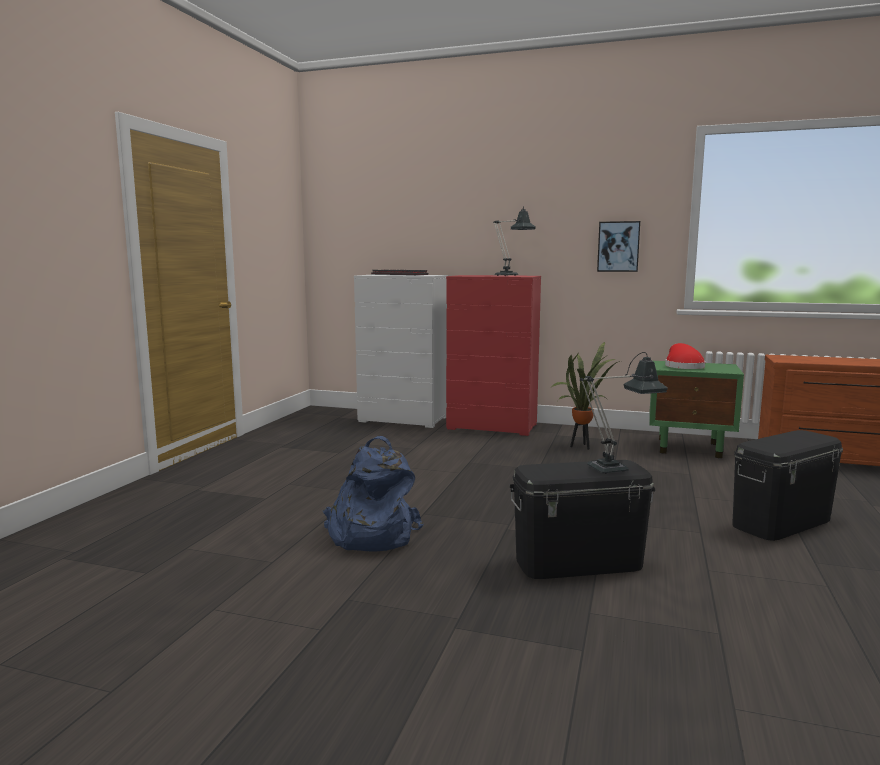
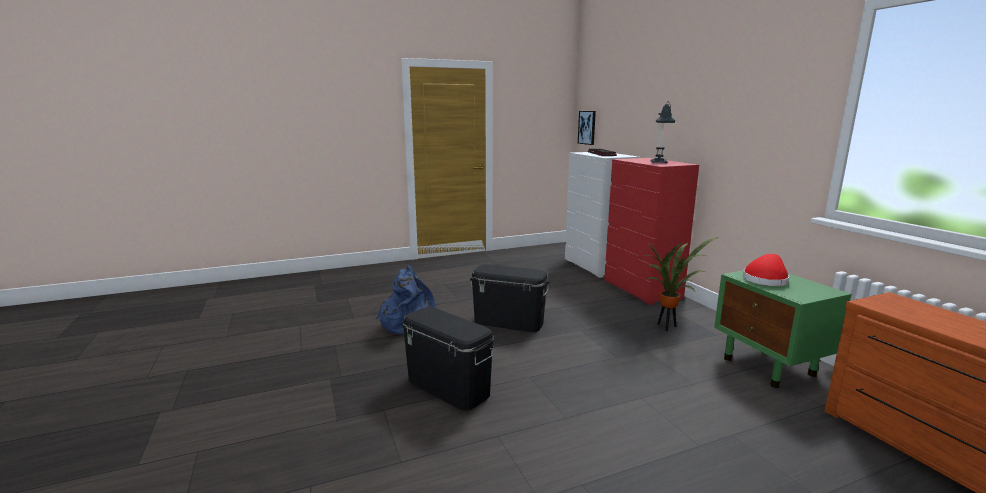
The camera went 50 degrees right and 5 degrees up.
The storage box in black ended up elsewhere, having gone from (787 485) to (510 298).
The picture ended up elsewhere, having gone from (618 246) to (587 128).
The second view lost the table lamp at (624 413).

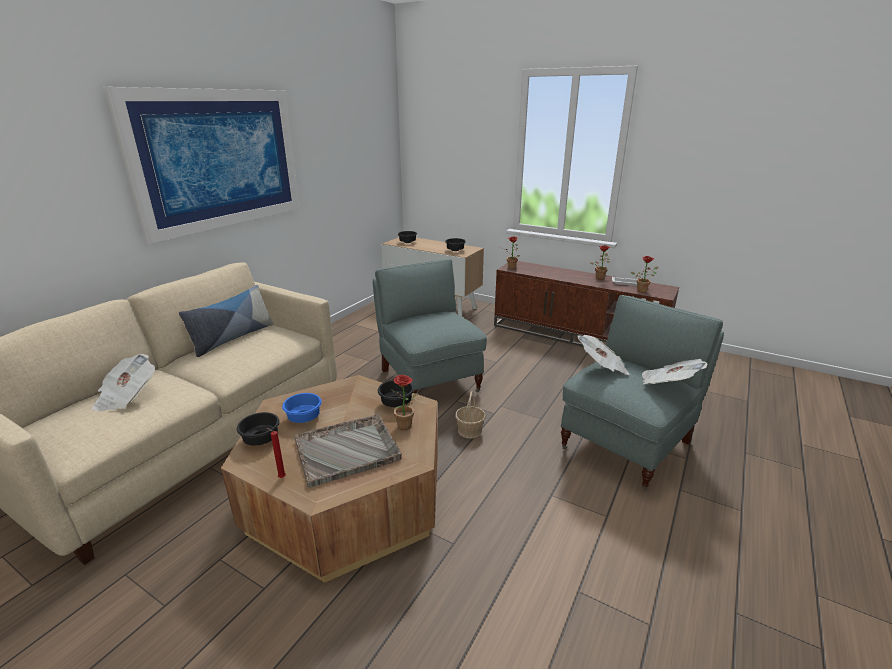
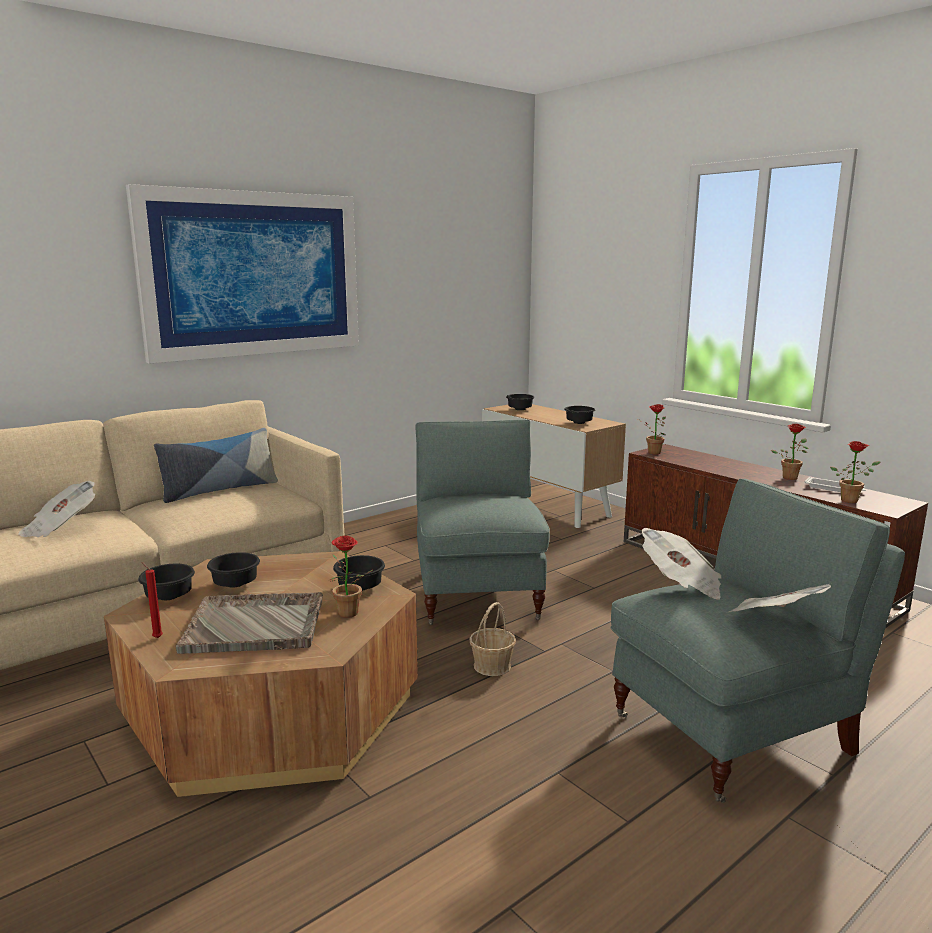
The camera went 20 degrees right and 10 degrees down.
What was the bowl in blue at (302 408) turned into the bowl in black at (233 570).

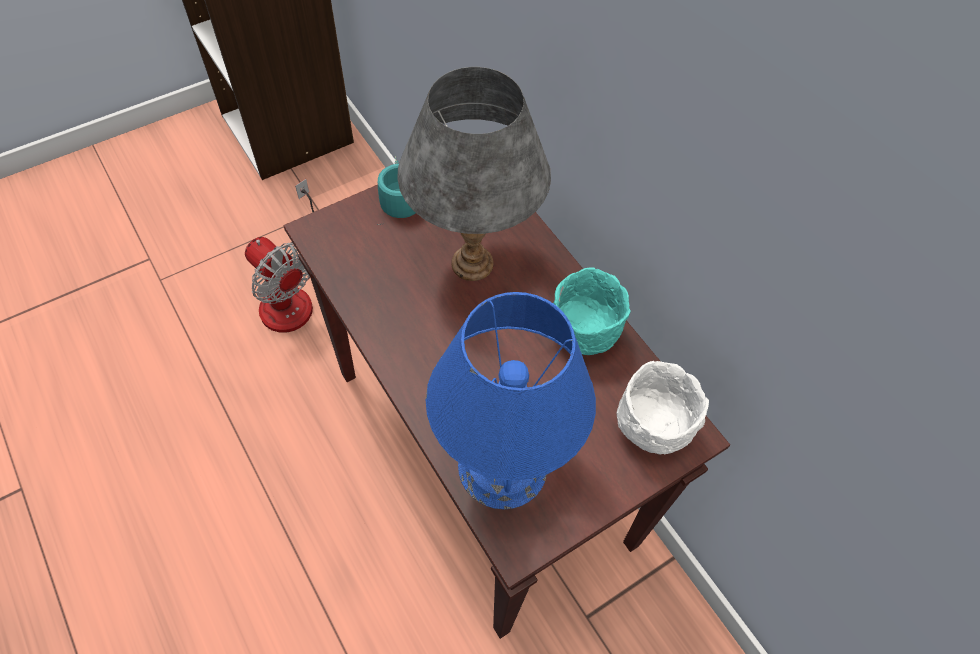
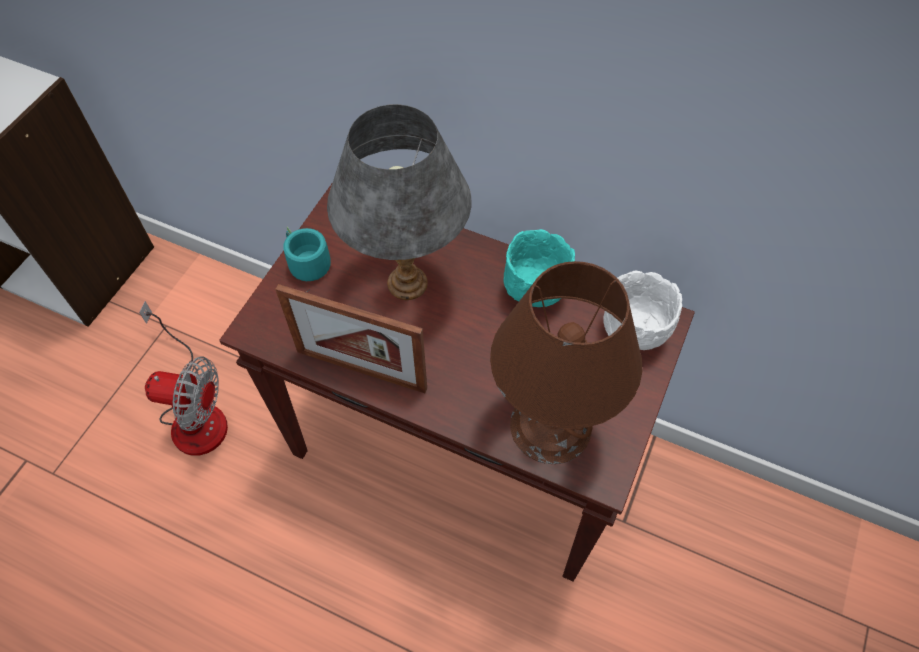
The camera went 30 degrees left and 0 degrees up.
The second view gained the picture frame at (351 338).
What was the table lamp in blue at (511 401) turned into the table lamp in brown at (566 362).

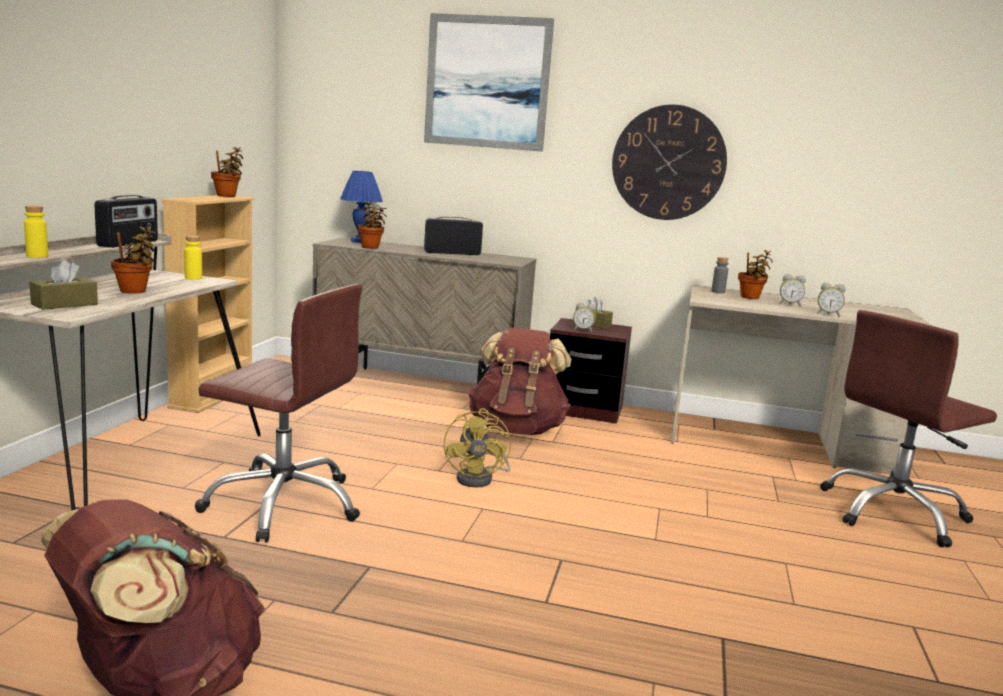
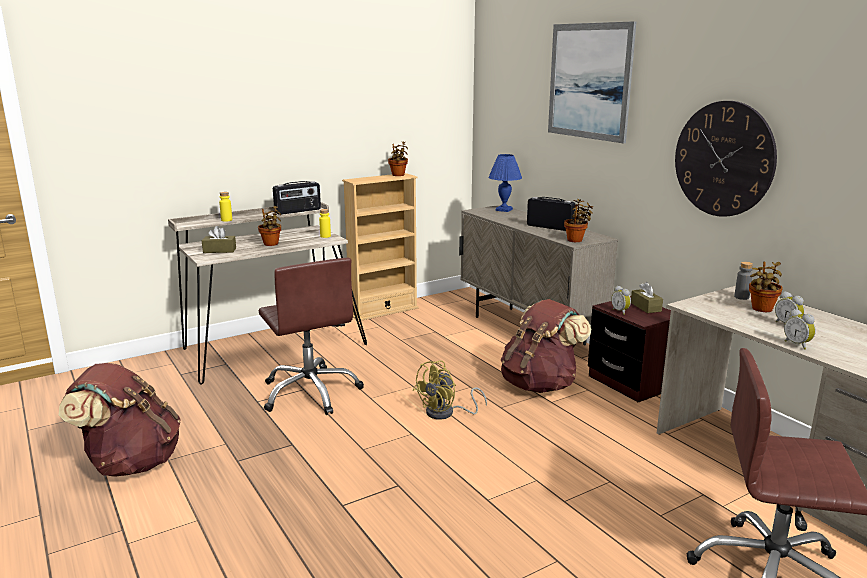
The camera went 45 degrees right and 5 degrees up.
The potted plant ended up elsewhere, having gone from (372 225) to (578 220).

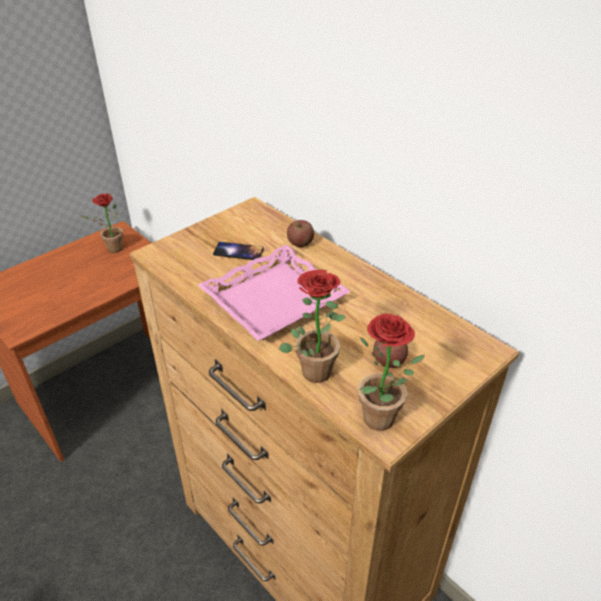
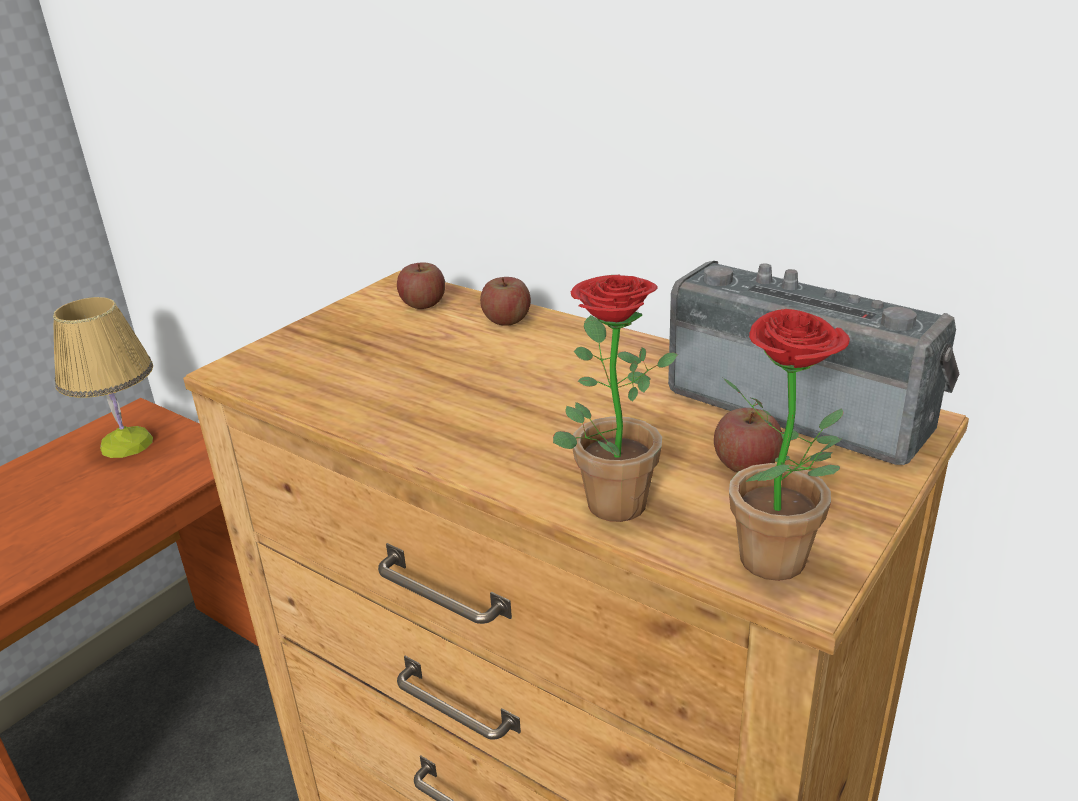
The camera went 10 degrees left and 10 degrees down.
Where the potted plant stood at (102 223), the table lamp came to stand at (103 377).
The second view gained the apple at (421 286).
The second view gained the radio at (813 363).
The second view lost the tray in pink at (274 293).
The second view lost the phone at (238 251).

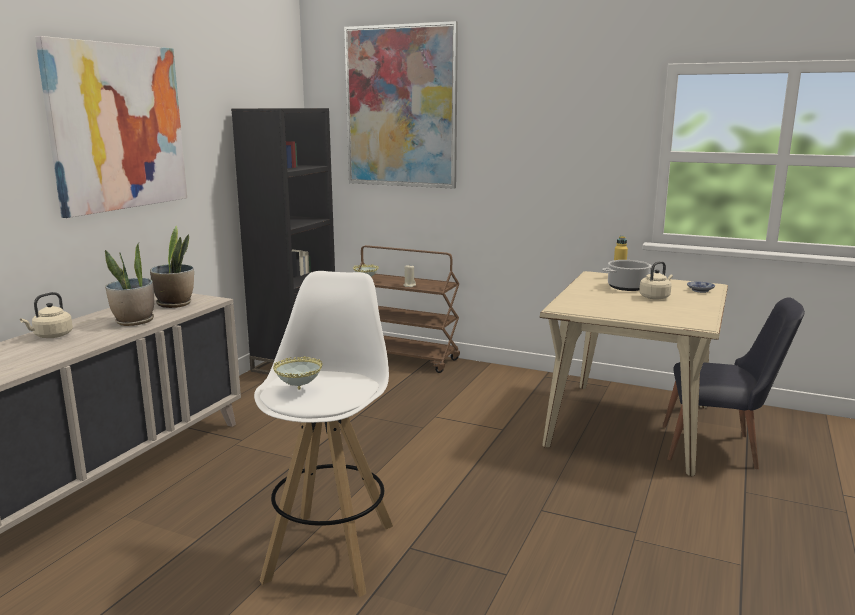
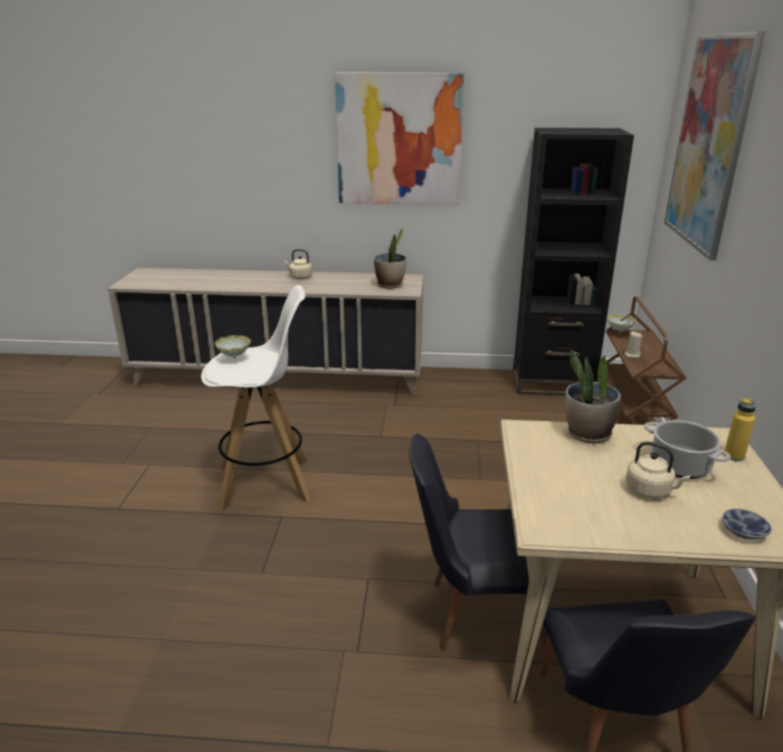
The camera went 70 degrees right and 10 degrees up.
The second view gained the chair in black at (478 542).
The potted plant ended up elsewhere, having gone from (129 284) to (593 396).

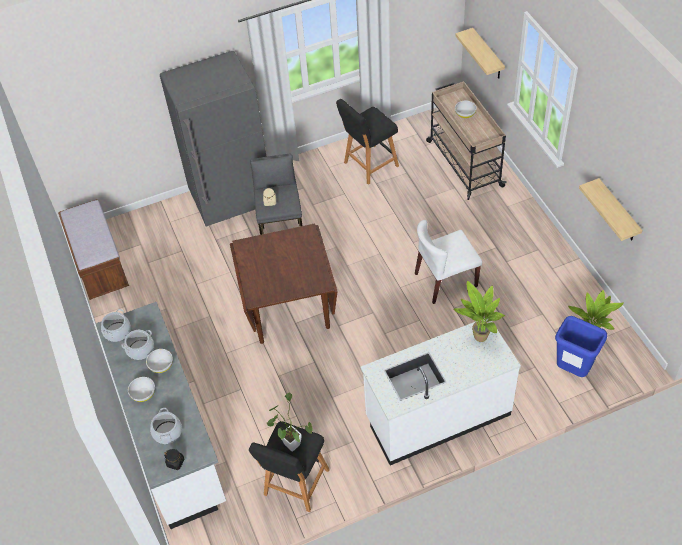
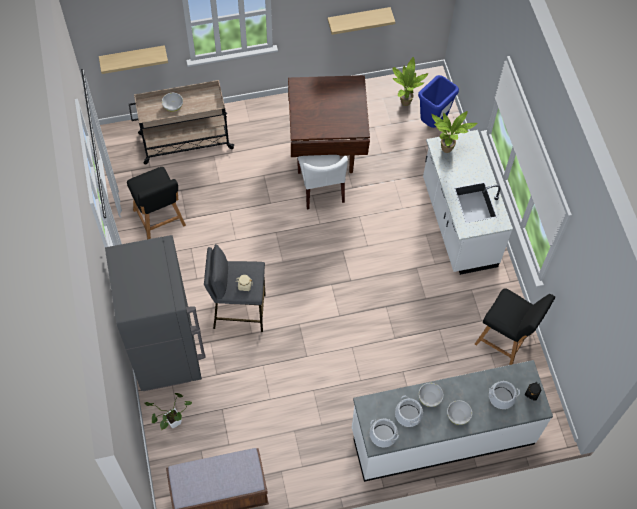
The camera went 85 degrees left and 10 degrees up.
The potted plant ended up elsewhere, having gone from (289 422) to (168 411).
The dining table in brown ended up elsewhere, having gone from (284 283) to (329 124).

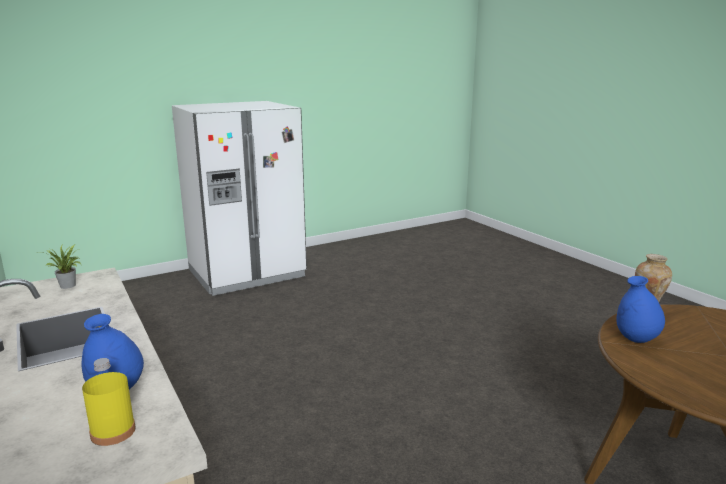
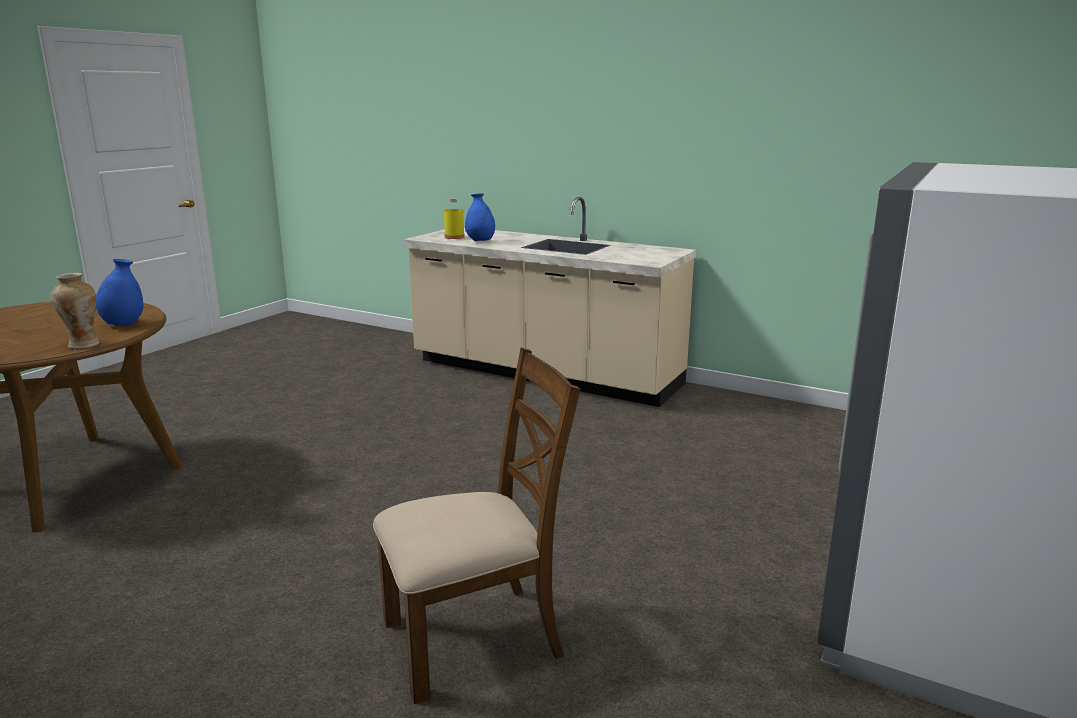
The camera went 150 degrees right and 0 degrees up.
The second view gained the chair in brown at (477 526).
The second view lost the potted plant at (59 267).

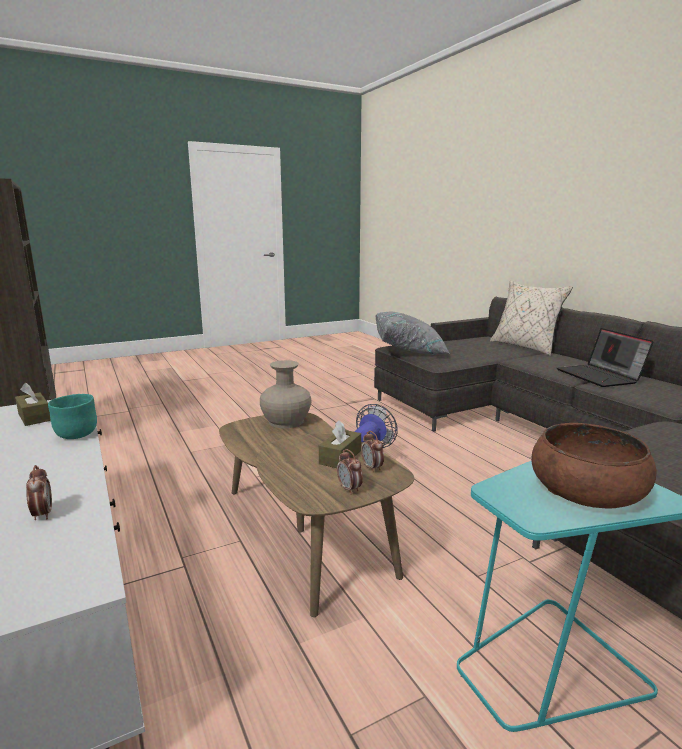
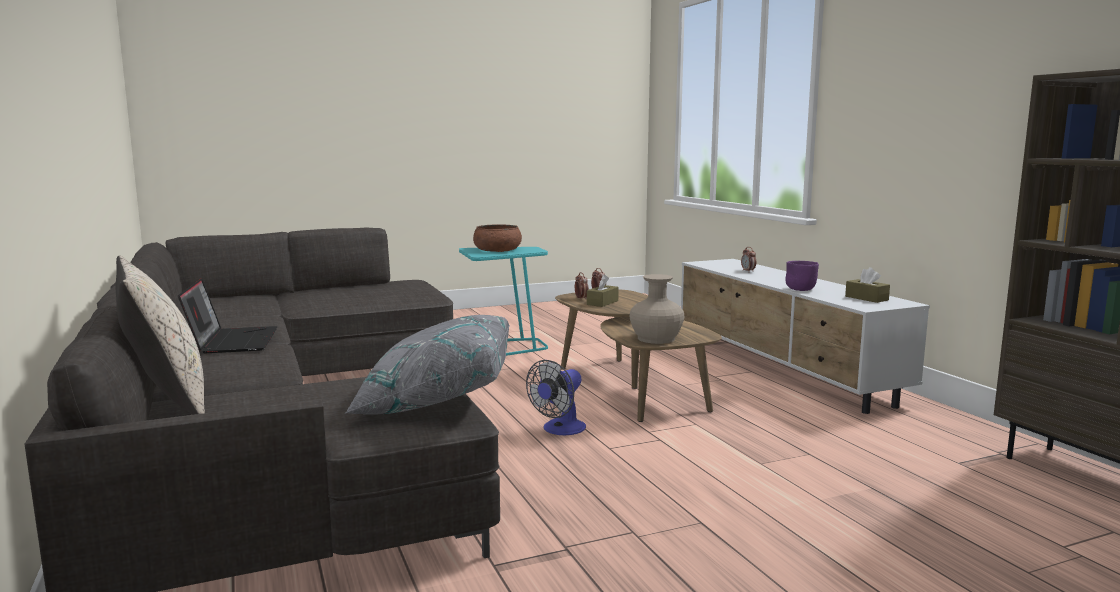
The camera went 175 degrees left and 5 degrees down.
What was the bowl in turquoise at (72 416) turned into the bowl in purple at (802 276).

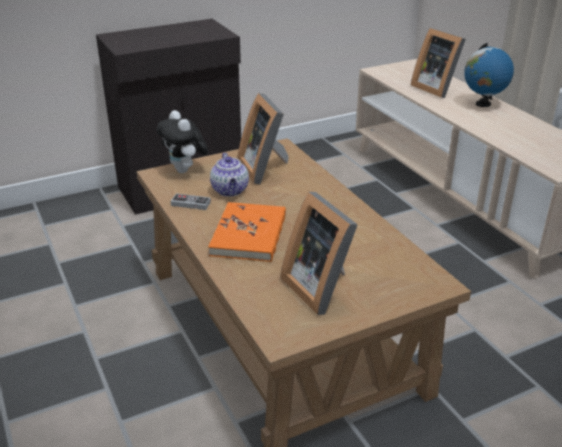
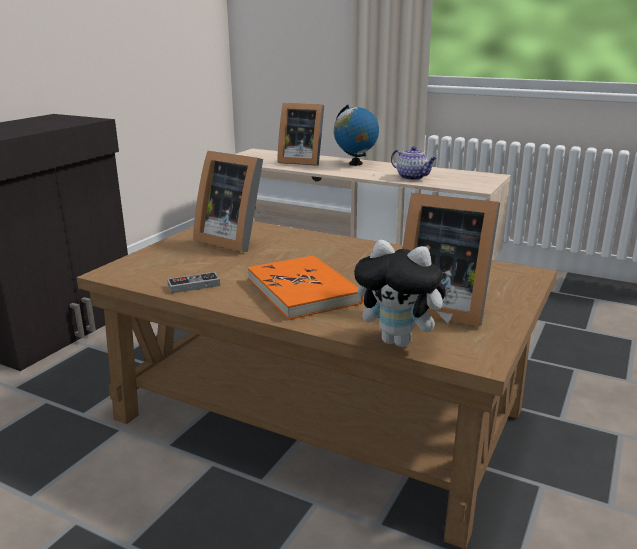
The camera went 35 degrees left and 10 degrees down.
The plush toy ended up elsewhere, having gone from (182 141) to (403 293).
The teapot ended up elsewhere, having gone from (229 175) to (414 163).

